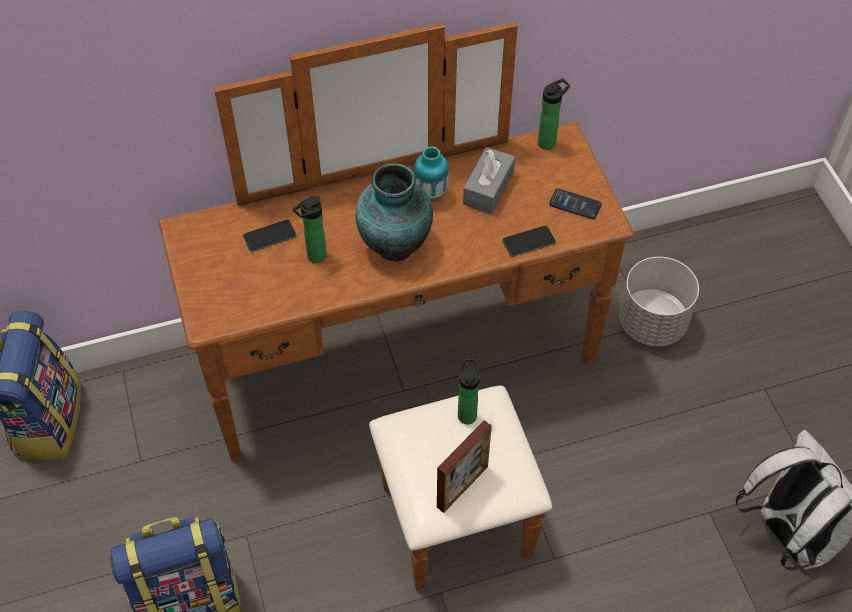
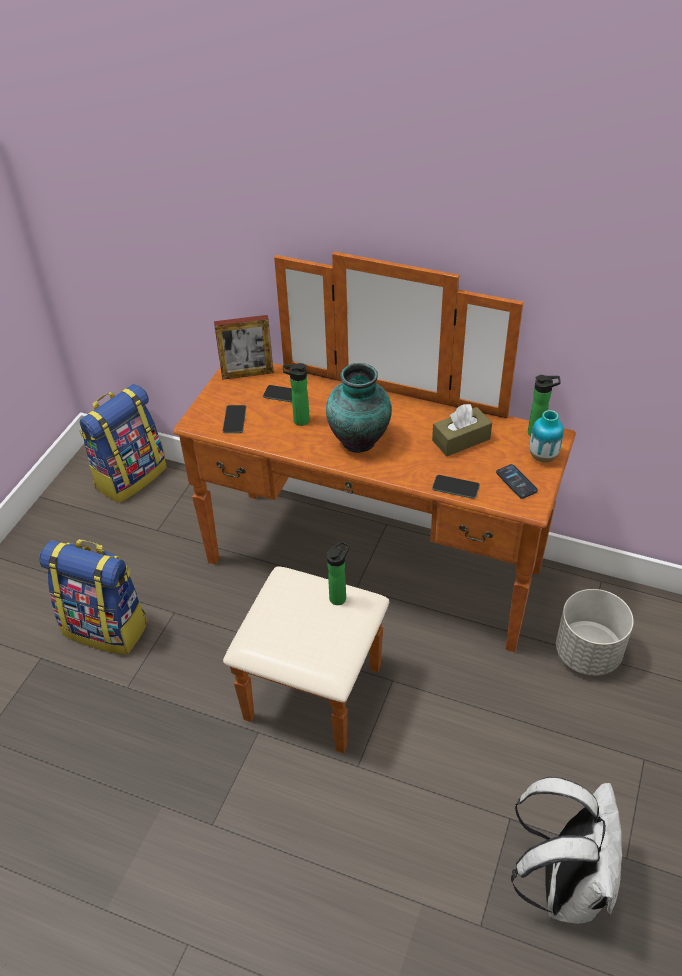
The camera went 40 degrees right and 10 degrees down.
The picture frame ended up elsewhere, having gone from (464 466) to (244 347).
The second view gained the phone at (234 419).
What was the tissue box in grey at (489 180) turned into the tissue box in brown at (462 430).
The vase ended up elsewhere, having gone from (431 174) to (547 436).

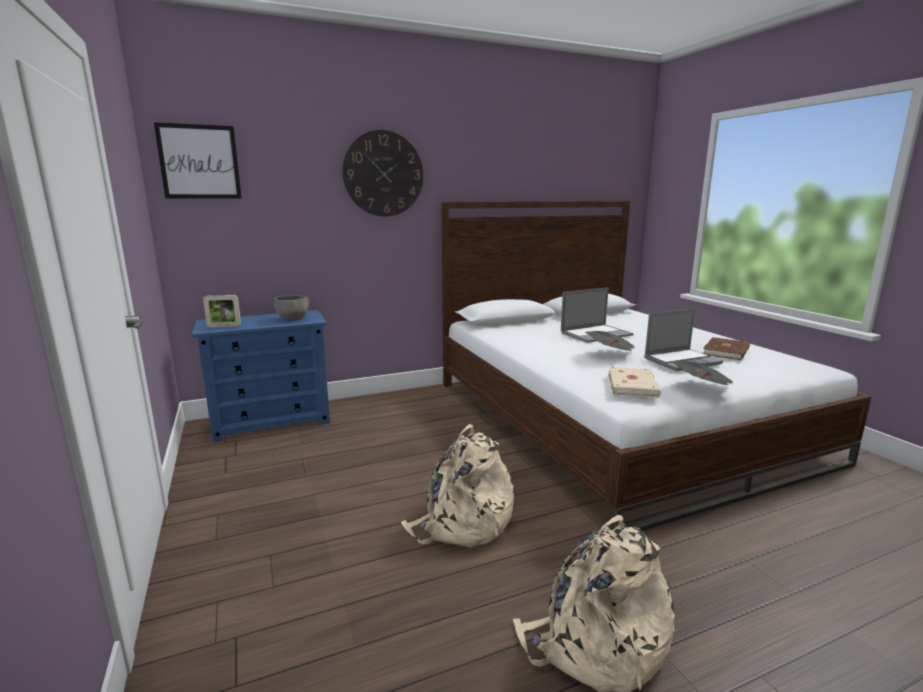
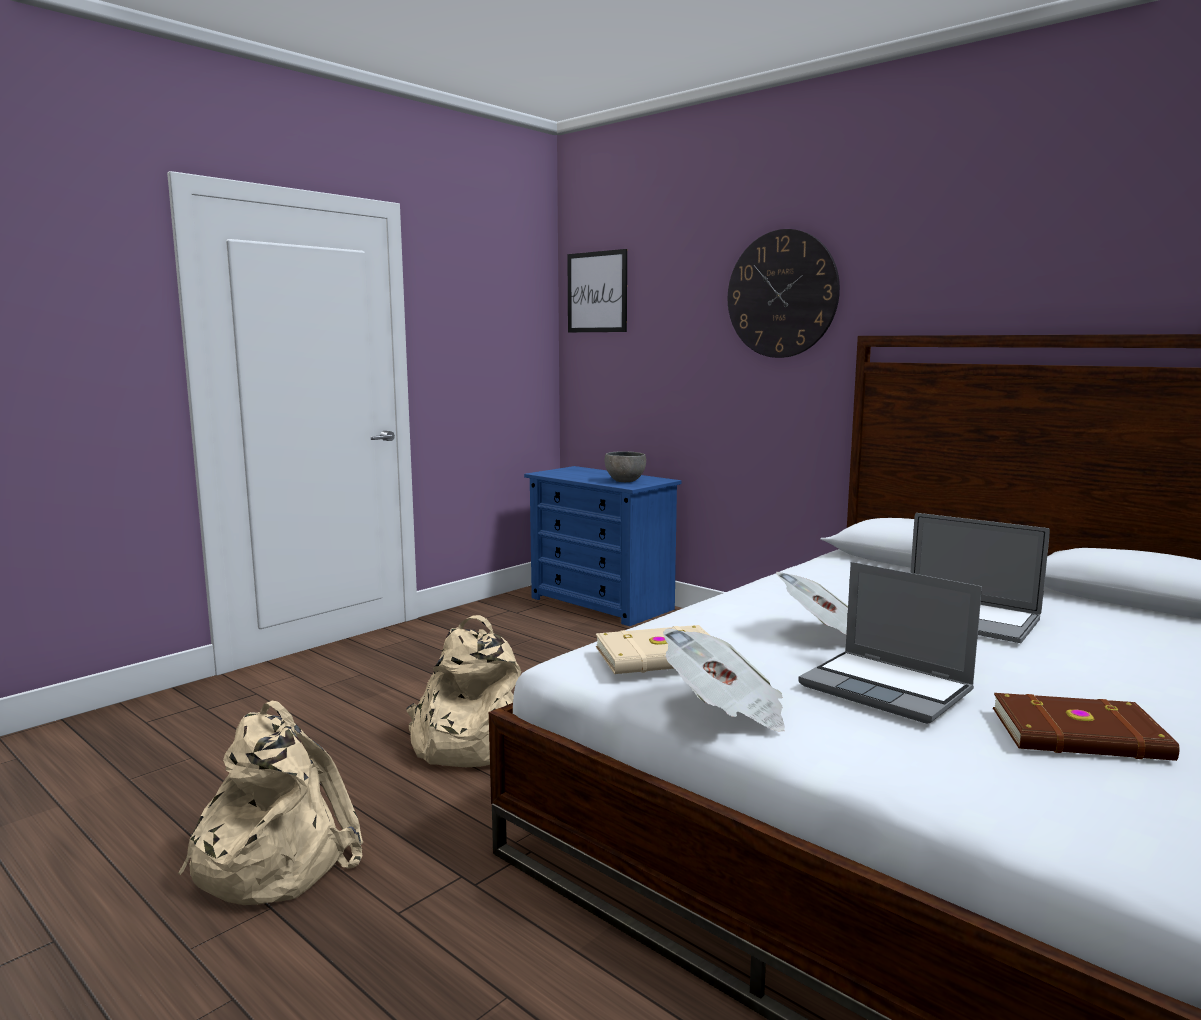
The camera went 65 degrees right and 5 degrees down.
The second view lost the picture frame at (222 311).

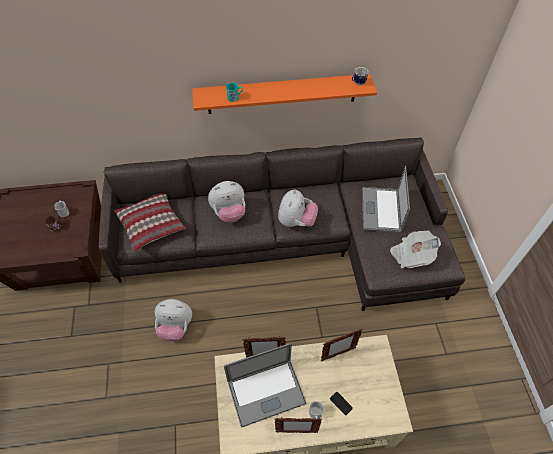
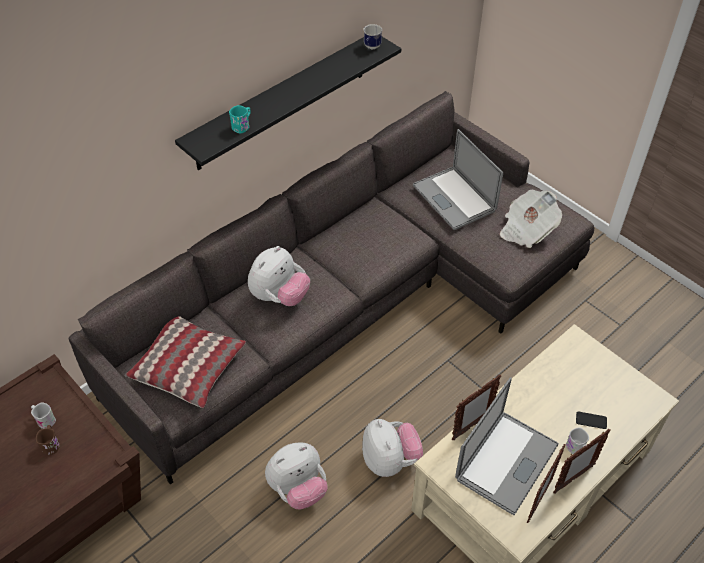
The camera went 35 degrees left and 5 degrees down.
What was the shelf in orange at (284 94) turned into the shelf in black at (288 103).
The plush toy ended up elsewhere, having gone from (298 208) to (392 448).
The picture frame ended up elsewhere, having gone from (342 345) to (546 483).

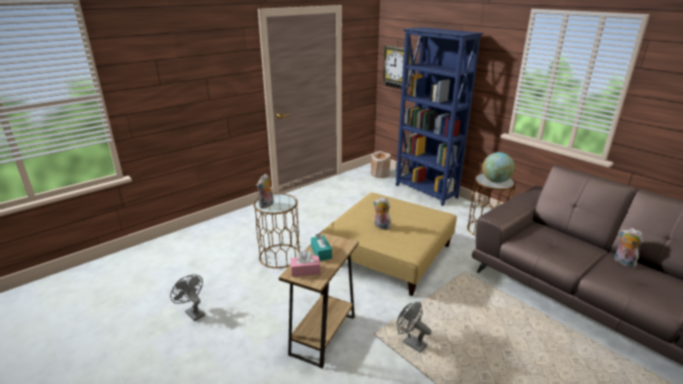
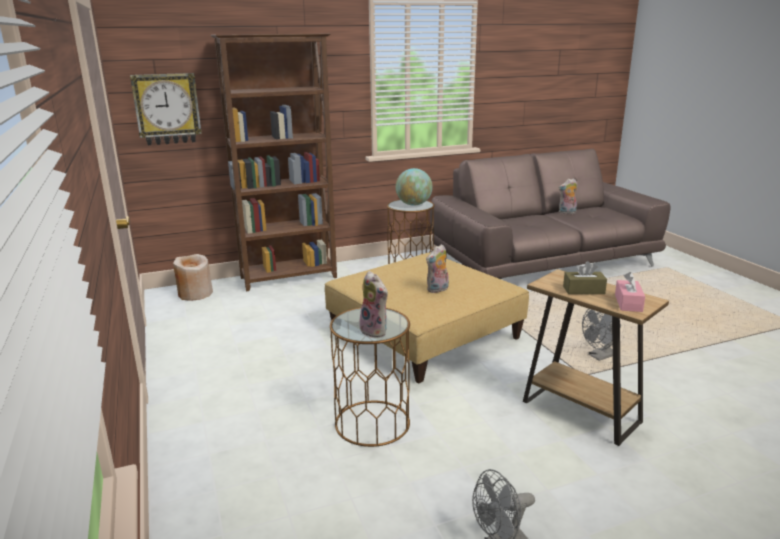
The camera went 70 degrees left and 5 degrees down.
What was the bookcase in blue at (439 116) turned into the bookcase in brown at (273 163).
What was the tissue box in turquoise at (321 247) turned into the tissue box in brown at (585 277).

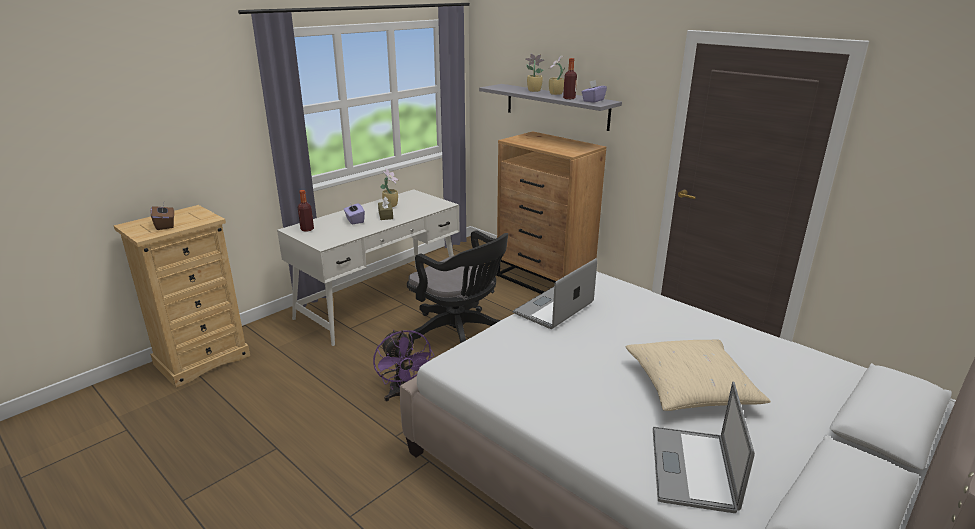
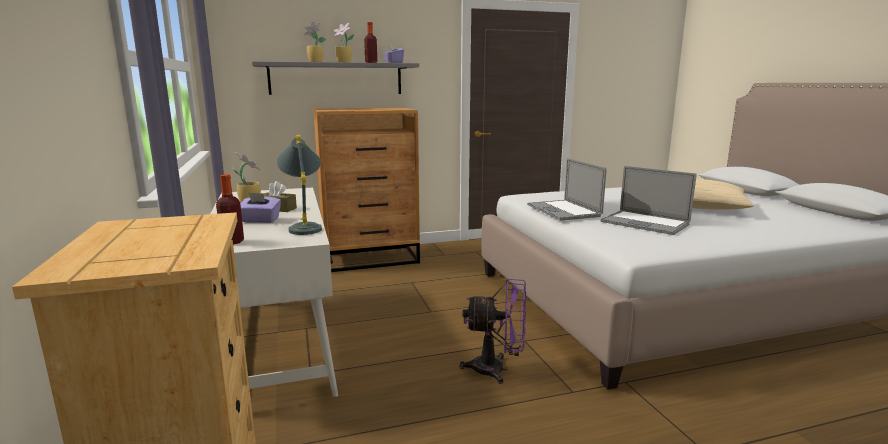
The camera went 60 degrees left and 10 degrees down.
The second view gained the table lamp in grey at (299 185).
The laptop ended up elsewhere, having gone from (704 447) to (648 200).
The second view lost the tissue box in brown at (162 216).
The second view lost the office chair in black at (457 287).

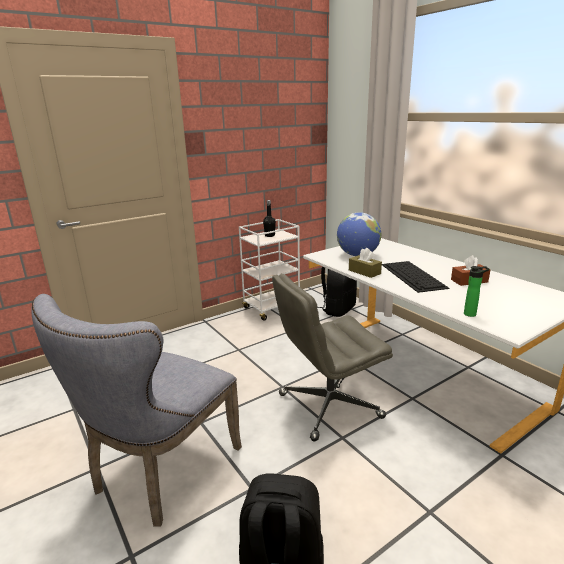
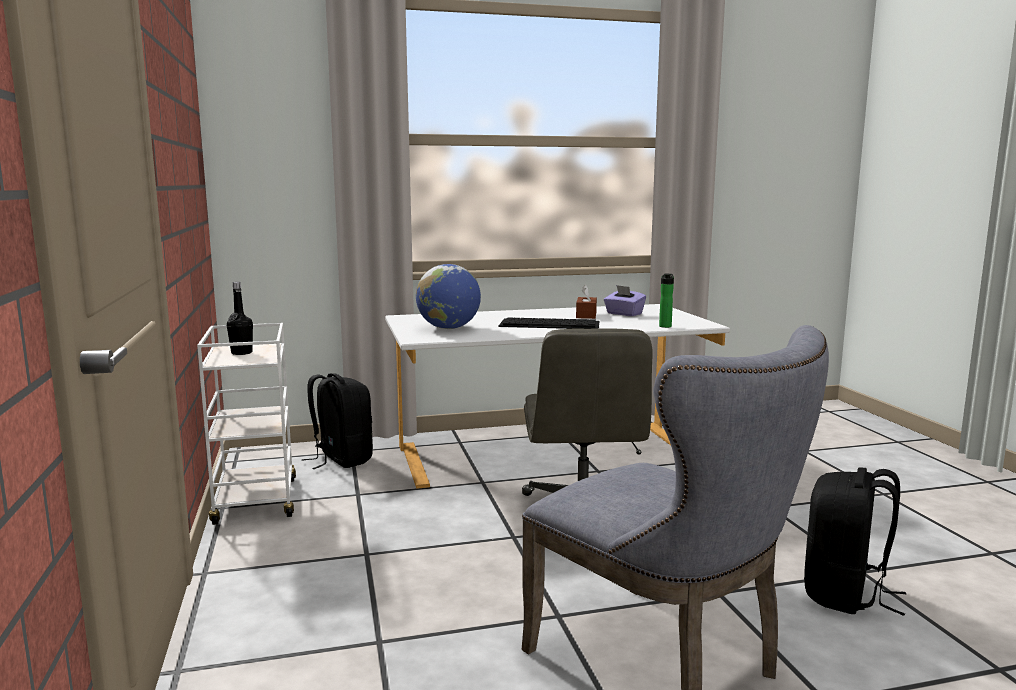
The camera went 70 degrees left and 10 degrees down.
The second view gained the tissue box in purple at (625 300).
The second view lost the tissue box in brown at (365 263).

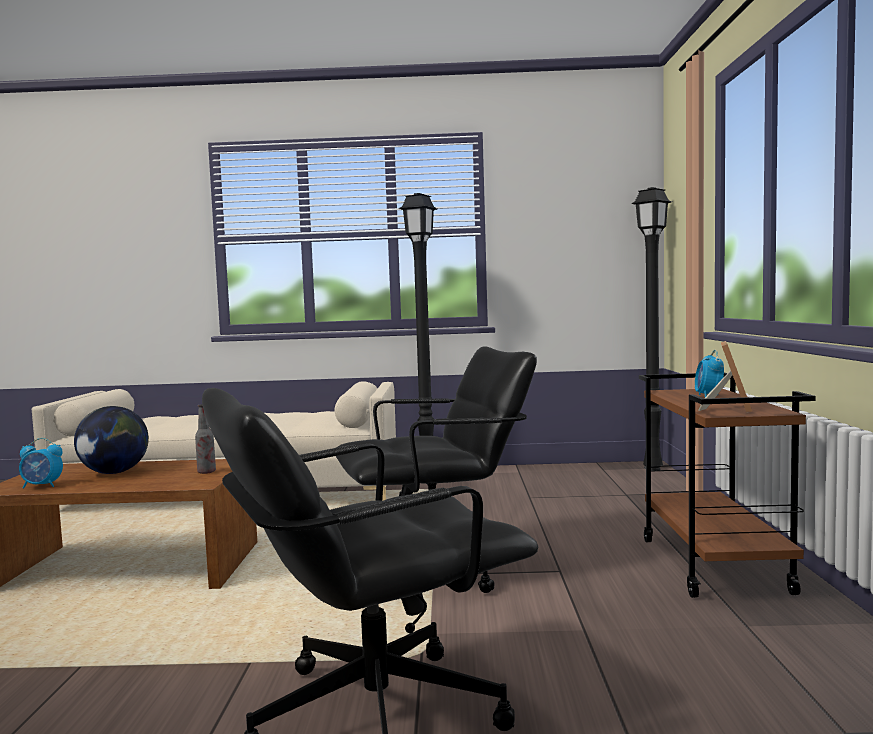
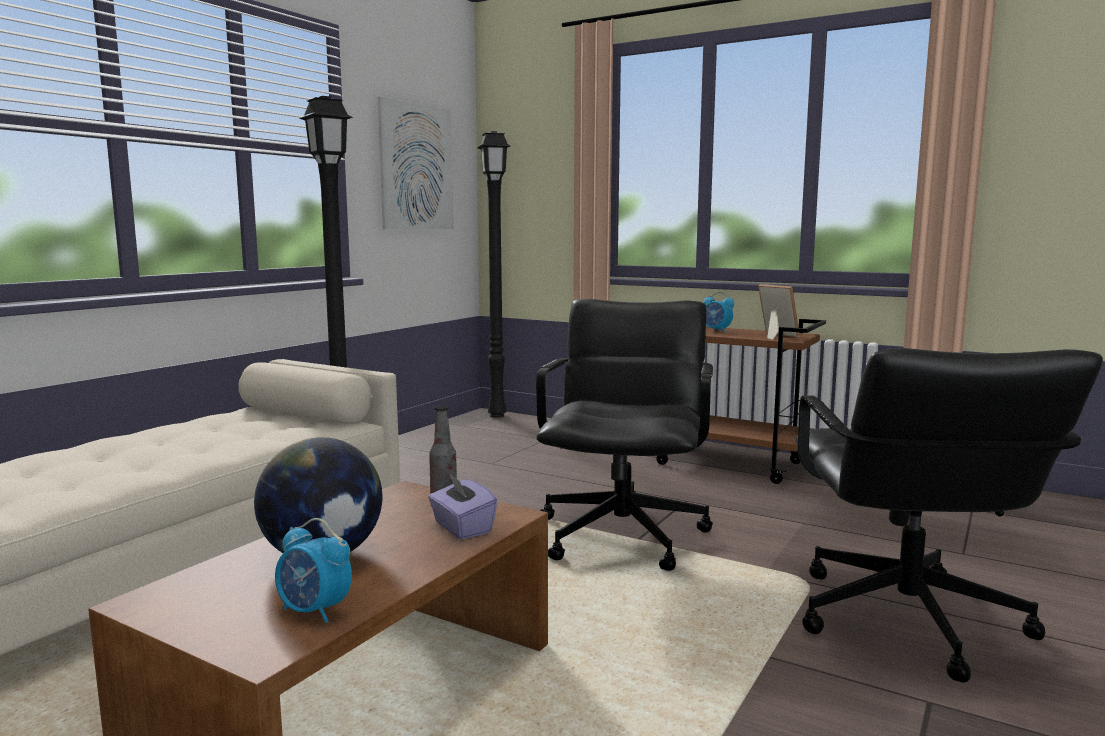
The camera went 60 degrees left and 5 degrees up.
The alarm clock at (41 463) ended up facing another way, 90 degrees clockwise from before.
The second view gained the picture at (415 163).
The second view gained the tissue box in purple at (462 506).

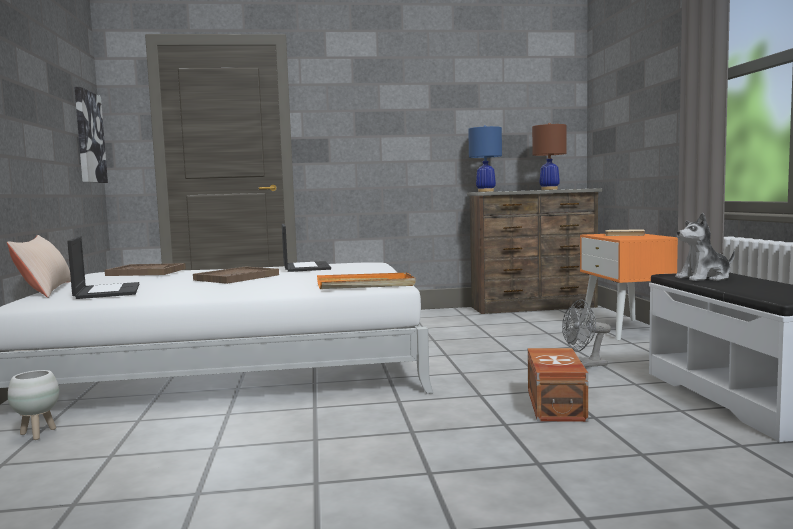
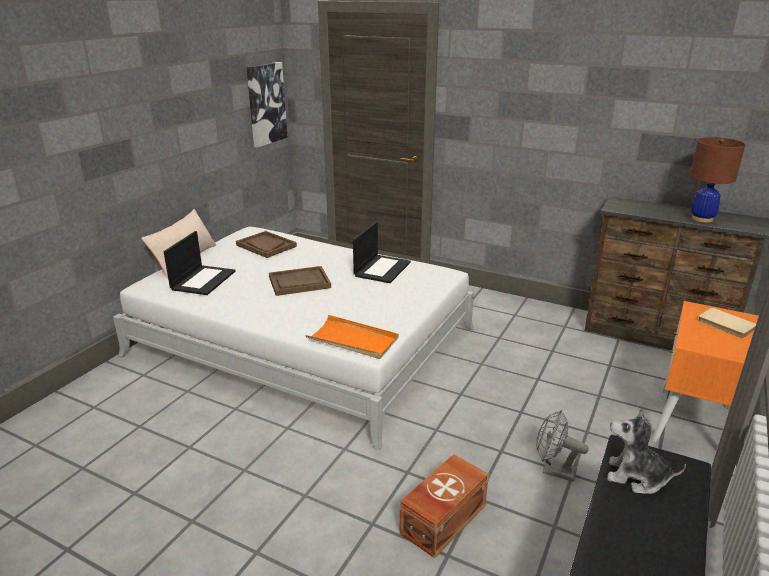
The camera went 35 degrees right and 20 degrees up.
The second view lost the planter in white at (33 405).
The second view lost the table lamp in blue at (485 158).

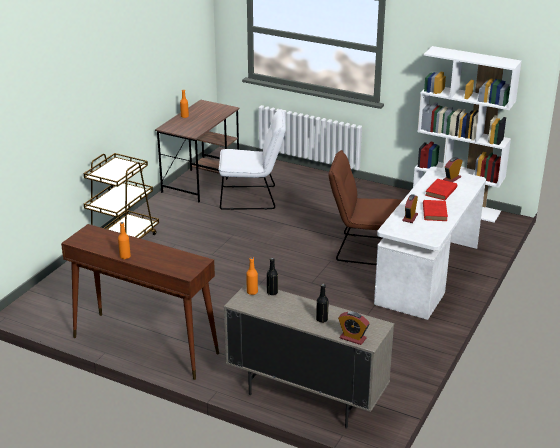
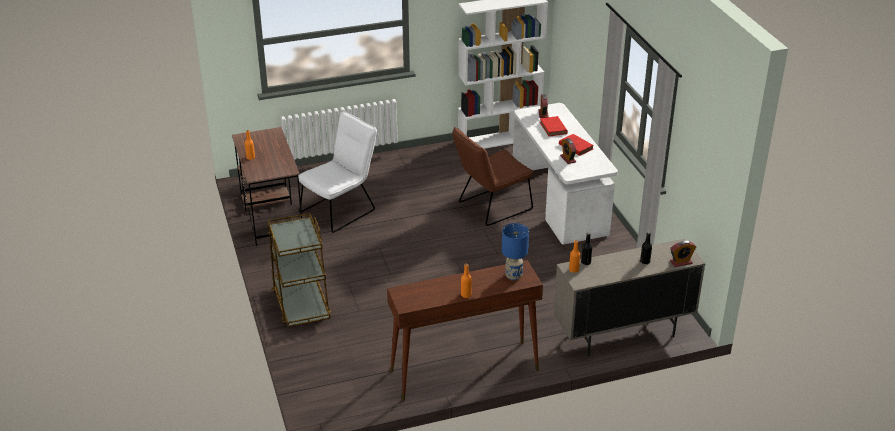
The camera went 45 degrees left and 5 degrees up.
The second view gained the table lamp in blue at (515 252).

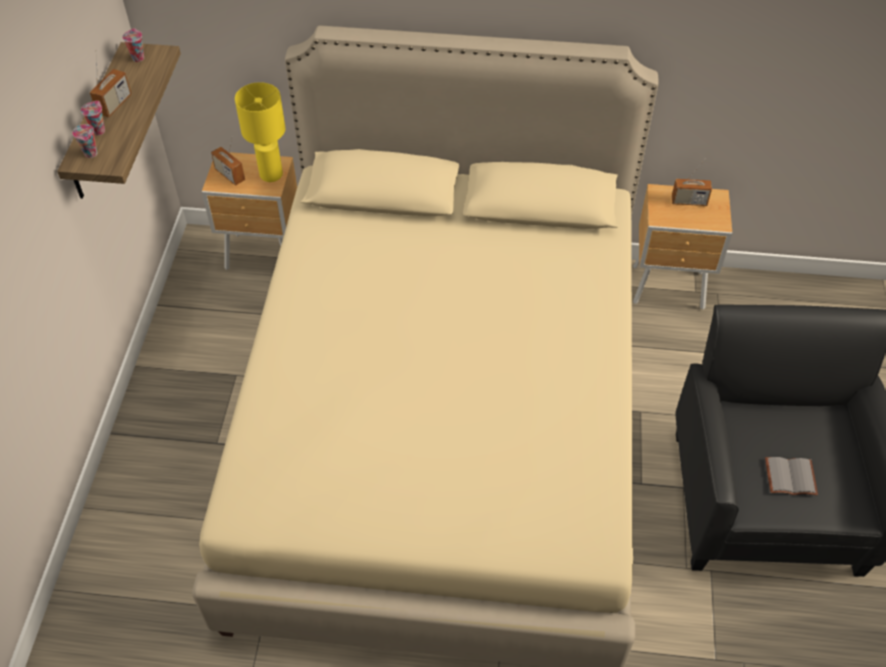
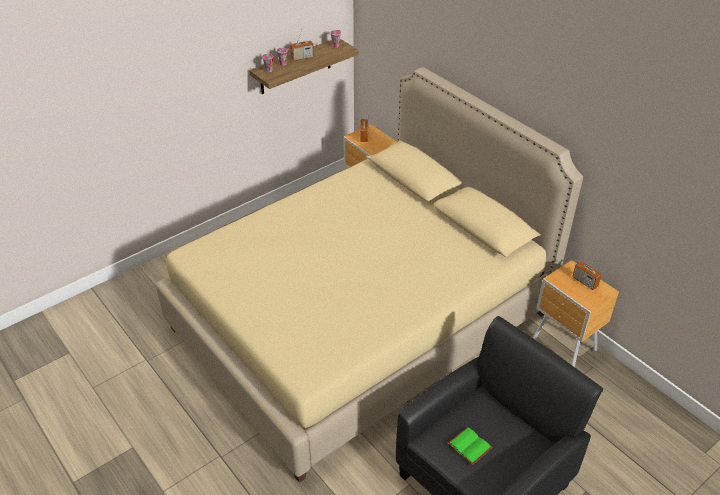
The camera went 45 degrees right and 10 degrees down.
What was the book in grey at (791 476) turned into the book in green at (470 446).
The second view lost the table lamp in yellow at (260 132).

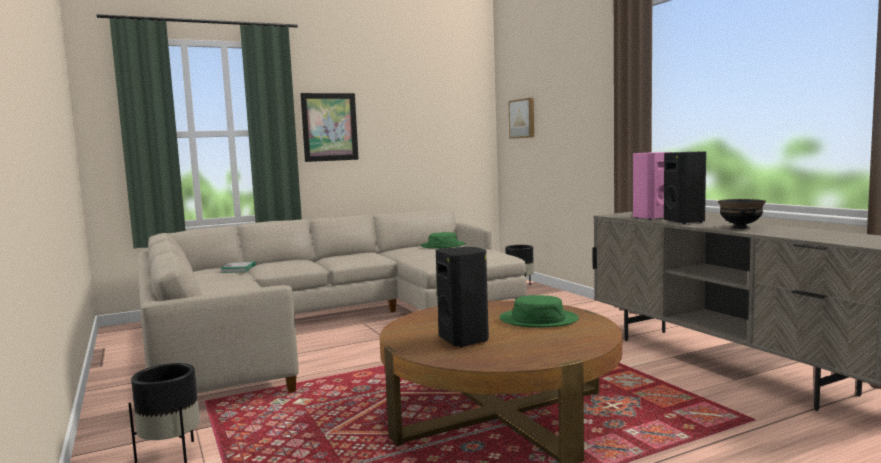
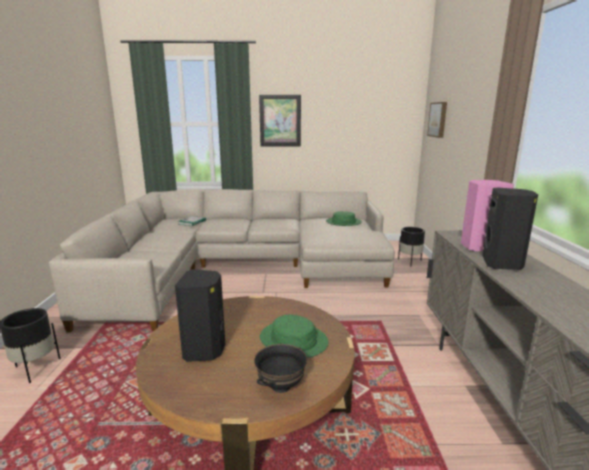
The camera went 25 degrees right and 10 degrees up.
The bowl in black ended up elsewhere, having gone from (742 214) to (280 368).

